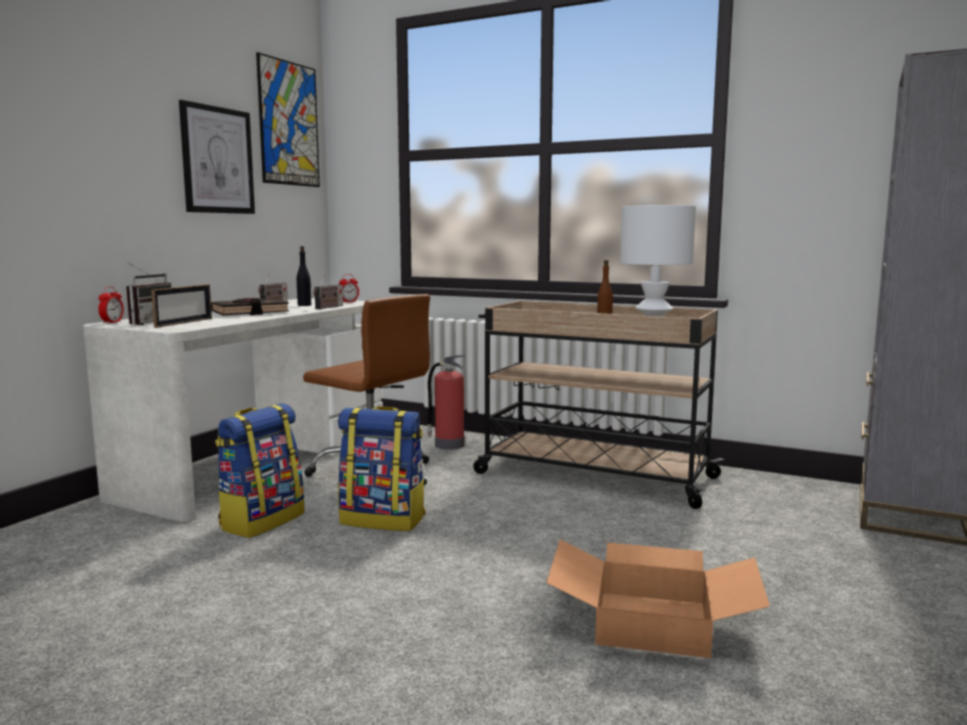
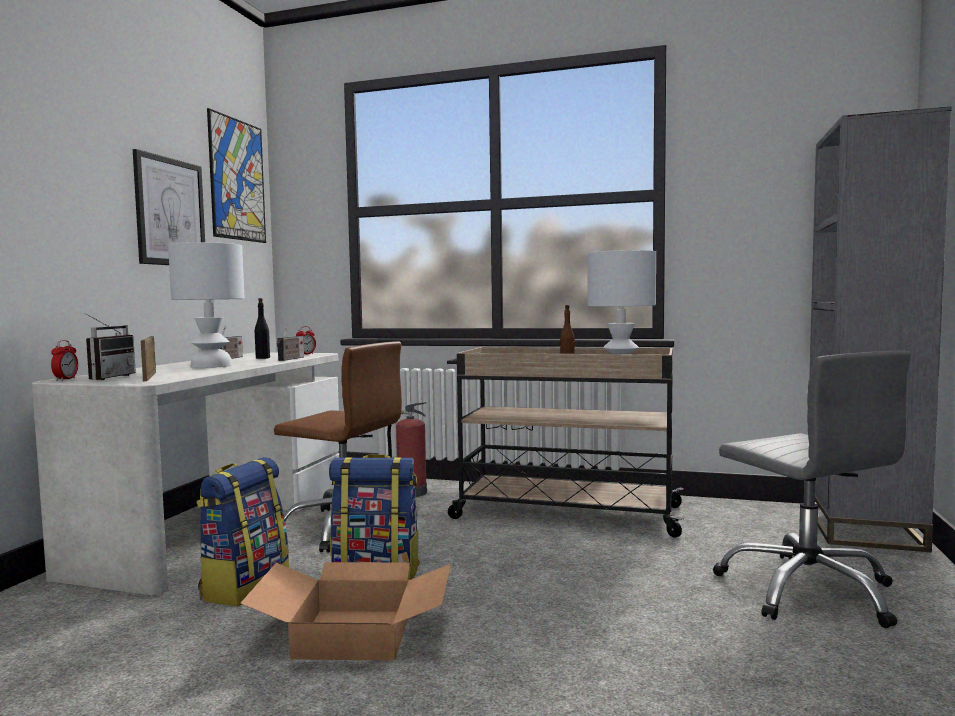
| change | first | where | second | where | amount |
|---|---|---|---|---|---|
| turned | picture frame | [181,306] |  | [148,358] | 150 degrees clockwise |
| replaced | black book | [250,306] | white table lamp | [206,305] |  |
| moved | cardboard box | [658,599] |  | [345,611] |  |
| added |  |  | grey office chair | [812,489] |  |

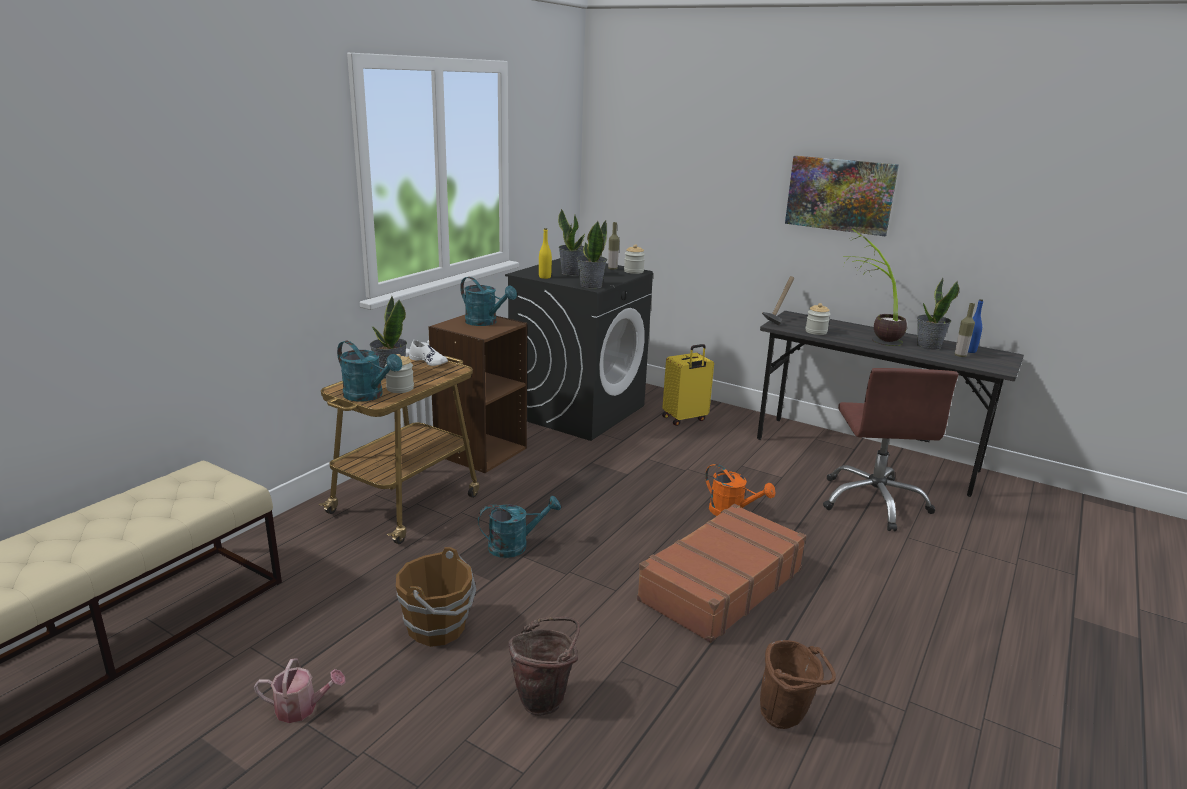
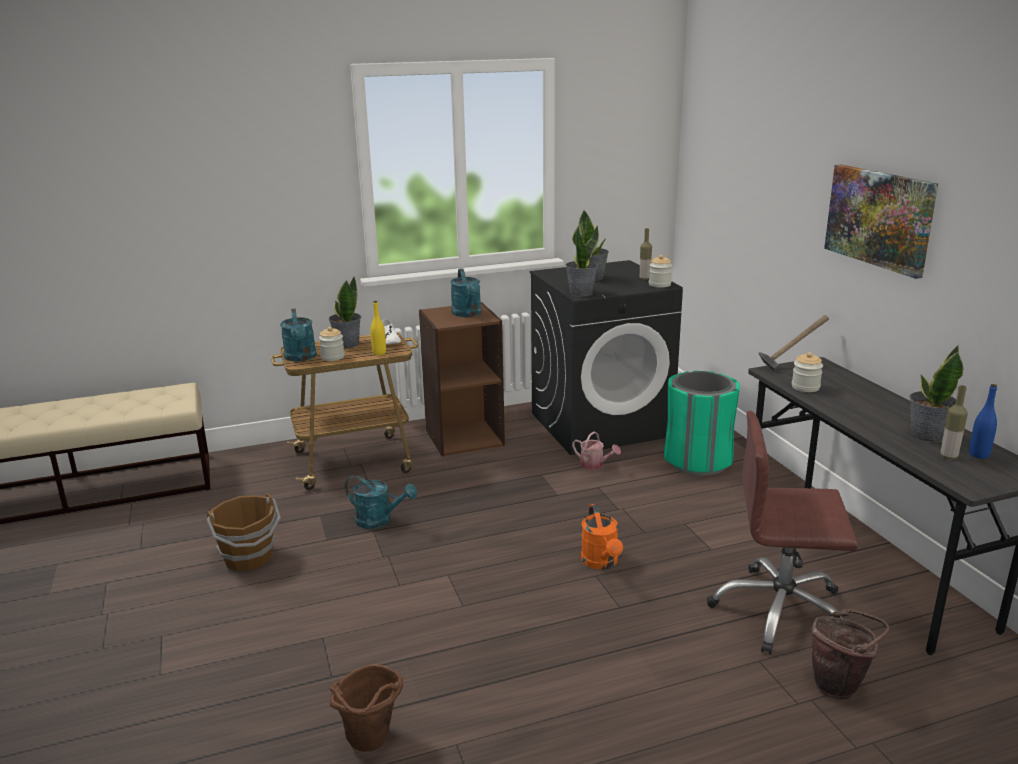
| change | first | where | second | where | amount |
|---|---|---|---|---|---|
| moved | yellow bottle | [545,253] |  | [378,328] |  |
| removed | potted plant | [875,287] |  |  |  |
| replaced | yellow suitcase | [688,385] | green trash can | [702,423] |  |
| turned | brown office chair | [891,449] |  | [782,533] | 60 degrees clockwise |
| removed | brown suitcase | [721,573] |  |  |  |
| moved | brown bucket | [544,666] |  | [850,654] |  |
| moved | watering can | [299,690] |  | [596,451] |  |

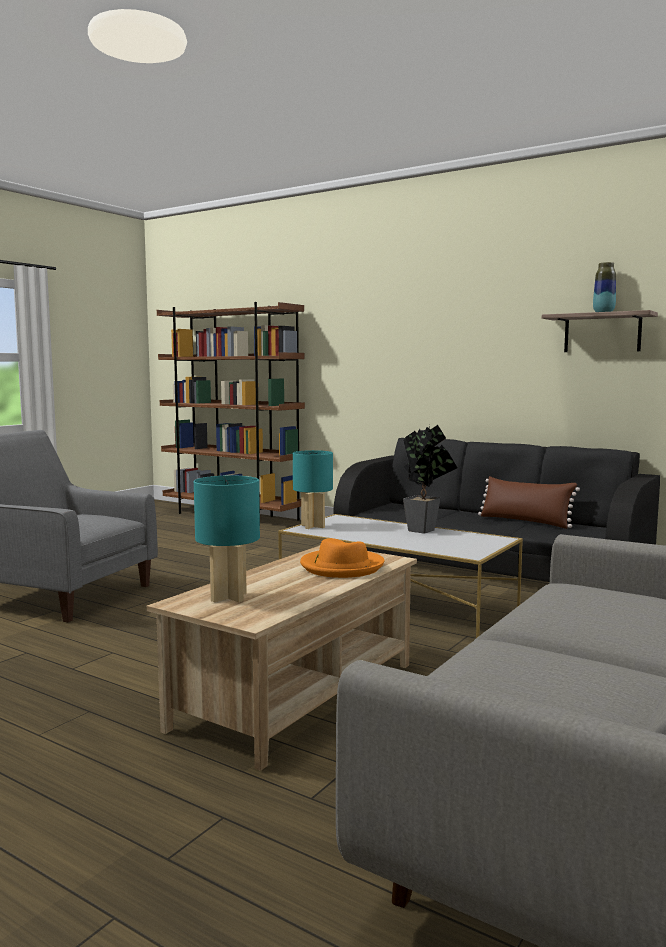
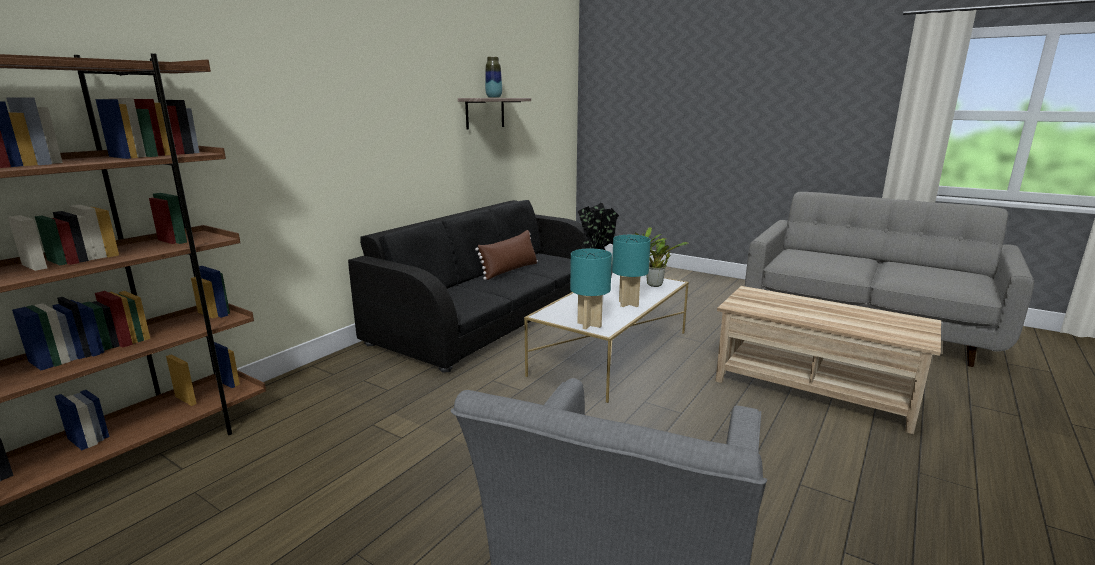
| change | first | where | second | where | amount |
|---|---|---|---|---|---|
| moved | turquoise table lamp | [227,538] |  | [631,271] |  |
| removed | orange hat | [342,558] |  |  |  |
| added |  |  | potted plant | [659,257] |  |

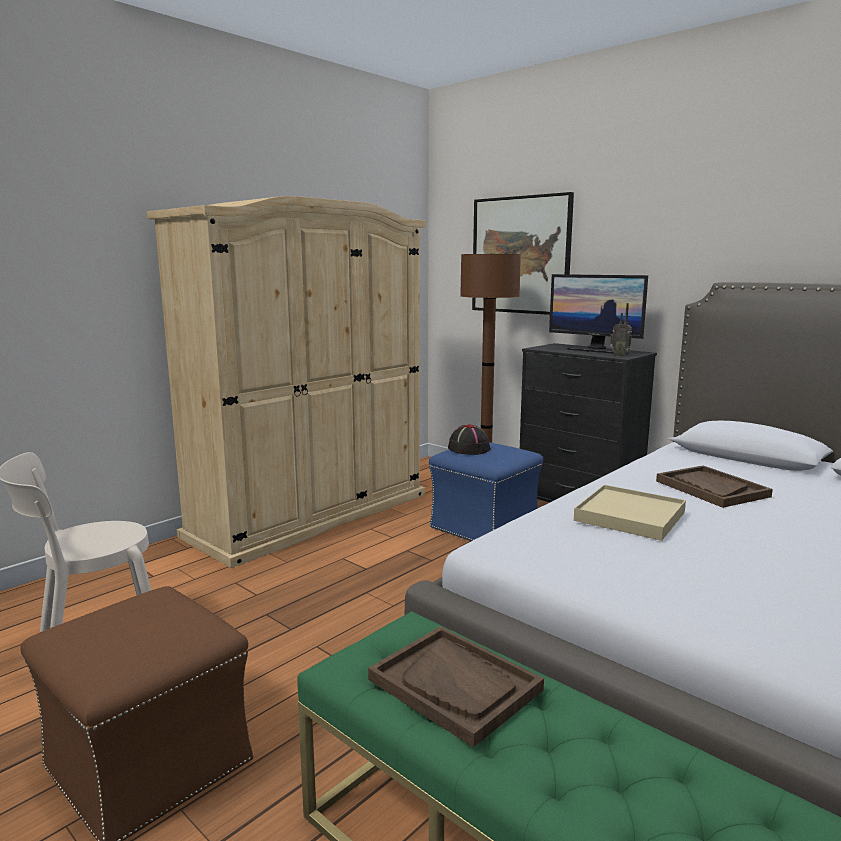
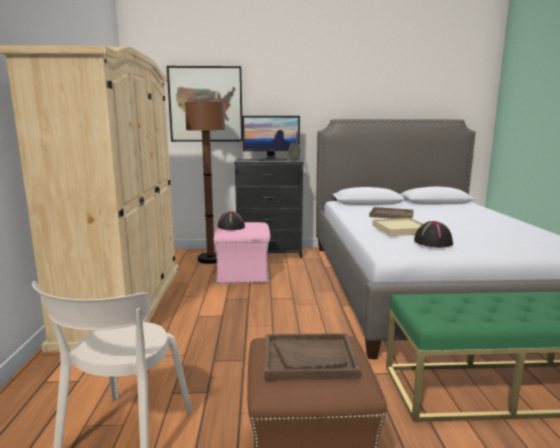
| change | first | where | second | where | amount |
|---|---|---|---|---|---|
| recoloured | blue ottoman | [486,491] | pink ottoman | [242,253] |  |
| moved | brown tray | [456,687] |  | [312,356] |  |
| added |  |  | black hat | [433,234] |  |

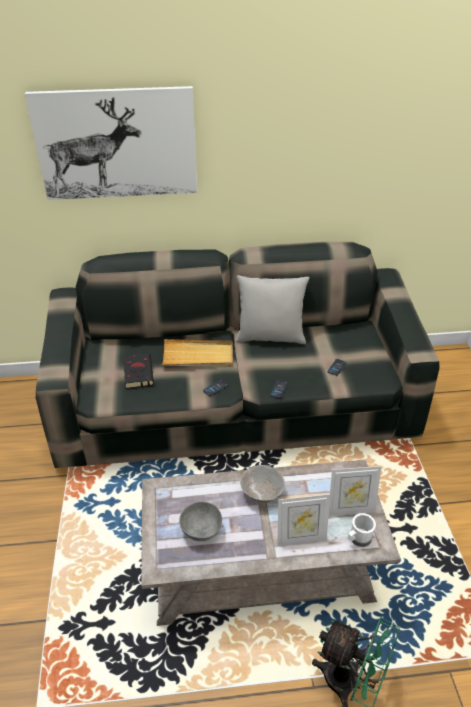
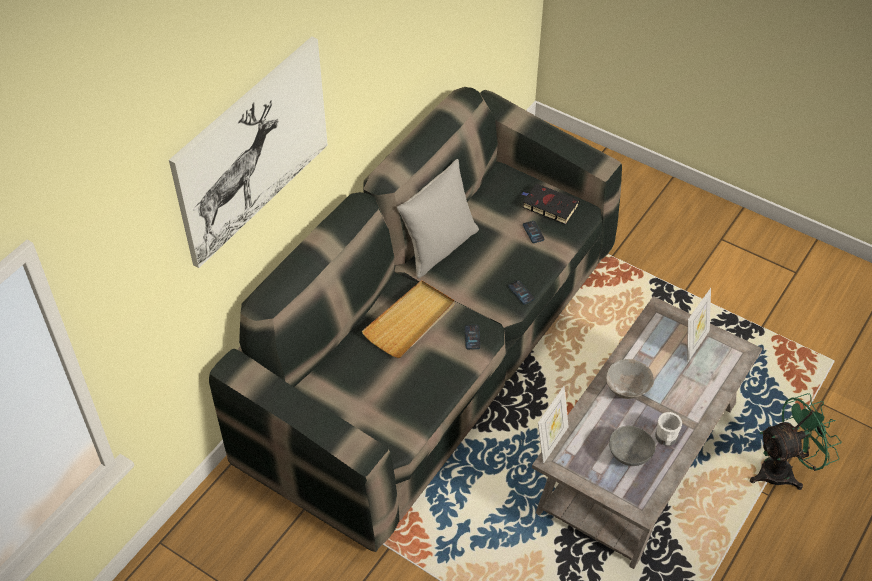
| change | first | where | second | where | amount |
|---|---|---|---|---|---|
| moved | black book | [138,370] |  | [550,204] |  |
| moved | picture frame | [303,520] |  | [553,425] |  |
| moved | white mug | [362,530] |  | [668,429] |  |

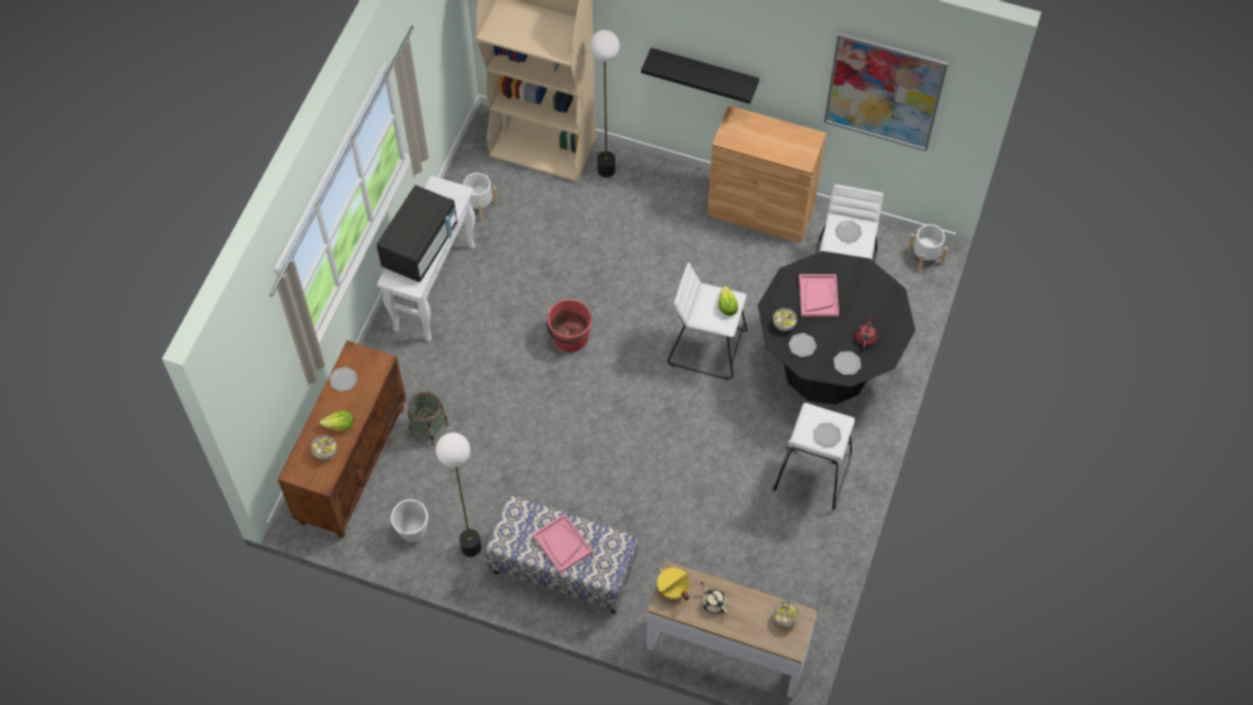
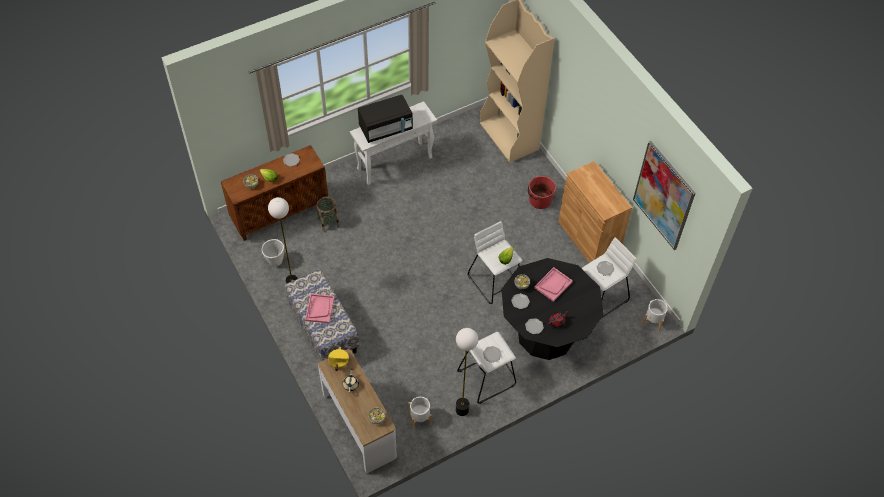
| change | first | where | second | where | amount |
|---|---|---|---|---|---|
| moved | floor lamp | [604,104] |  | [467,372] |  |
| removed | black shelf | [700,76] |  |  |  |
| moved | white planter | [480,197] |  | [420,413] |  |
| moved | red bucket | [569,325] |  | [542,192] |  |

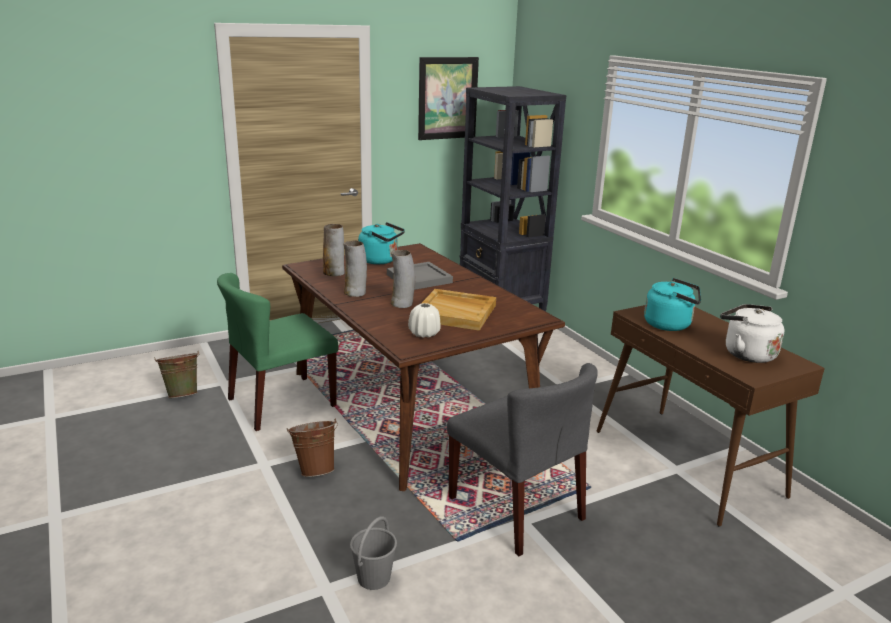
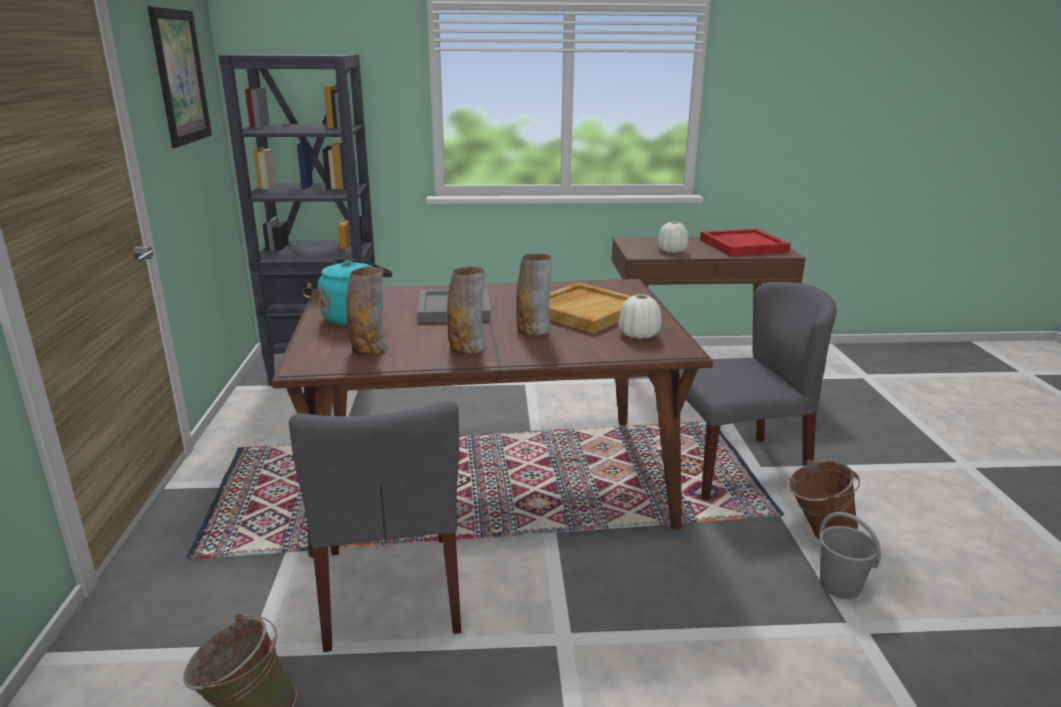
| change | first | where | second | where | amount |
|---|---|---|---|---|---|
| recoloured | green chair | [278,352] | grey chair | [375,526] |  |
| replaced | turquoise kettle | [672,304] | white vase | [673,237] |  |
| replaced | white kettle | [752,333] | red tray | [745,243] |  |
| moved | brown bucket | [312,448] |  | [824,499] |  |

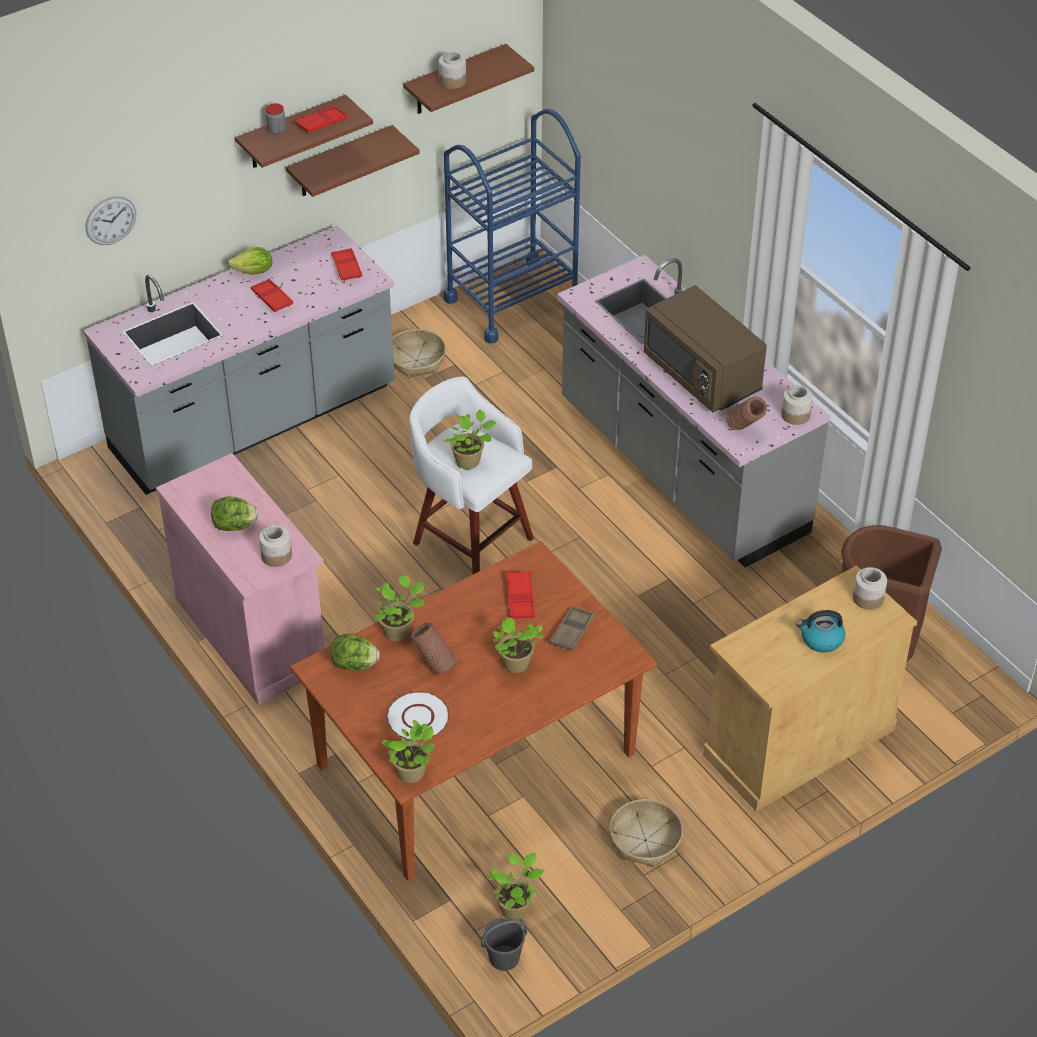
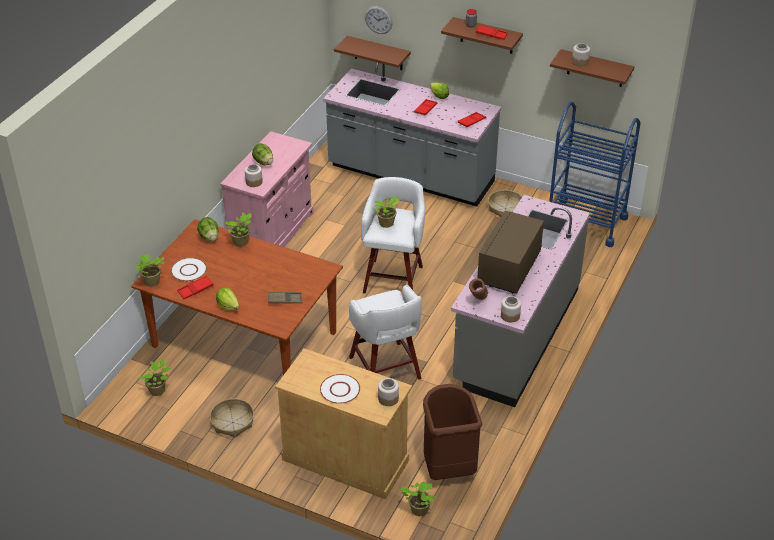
| change | first | where | second | where | amount |
|---|---|---|---|---|---|
| moved | brown shelf | [352,161] |  | [372,53] |  |
| moved | red tray | [521,594] |  | [195,287] |  |
| replaced | kettle | [820,631] | white plate | [340,389] |  |
| moved | potted plant | [518,645] |  | [417,498] |  |
| removed | brown vase | [433,648] |  |  |  |
| removed | grey bucket | [504,944] |  |  |  |
| added |  |  | white stool | [385,332] |  |
| added |  |  | lettuce | [227,299] |  |

